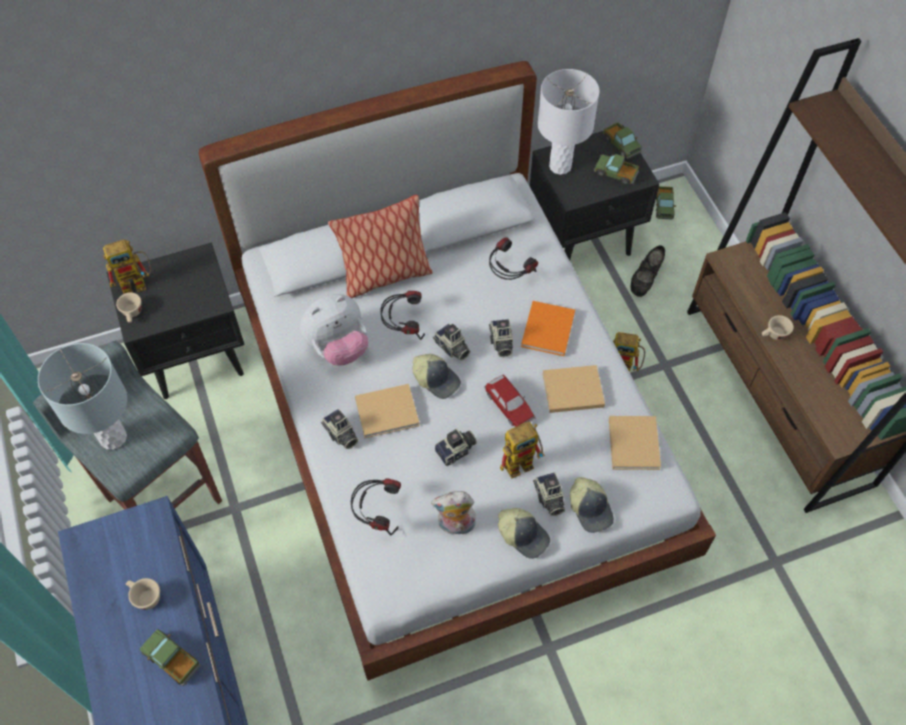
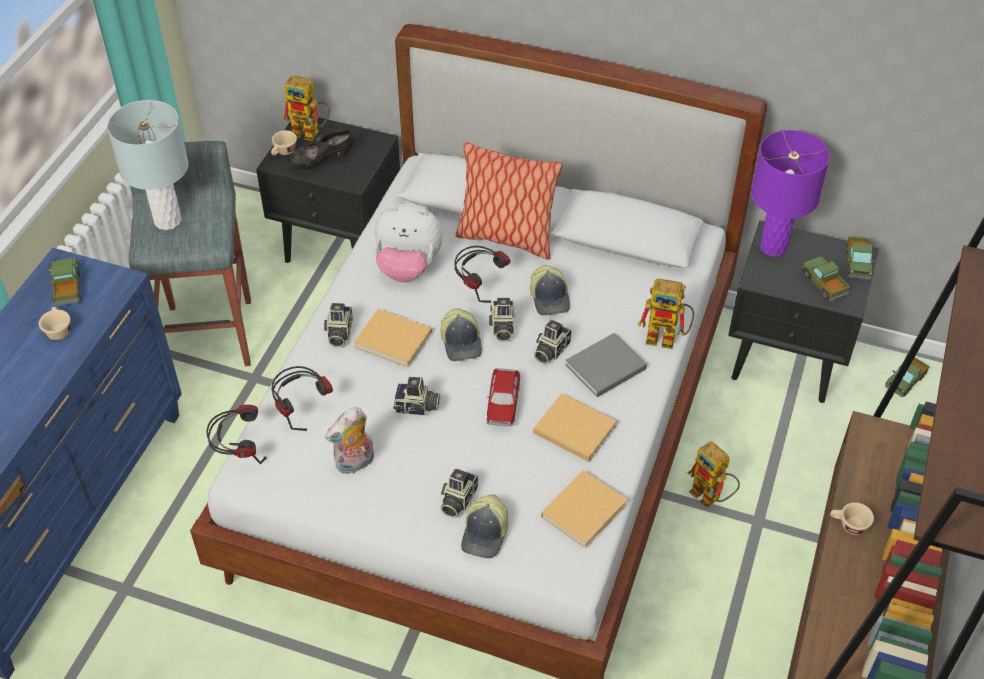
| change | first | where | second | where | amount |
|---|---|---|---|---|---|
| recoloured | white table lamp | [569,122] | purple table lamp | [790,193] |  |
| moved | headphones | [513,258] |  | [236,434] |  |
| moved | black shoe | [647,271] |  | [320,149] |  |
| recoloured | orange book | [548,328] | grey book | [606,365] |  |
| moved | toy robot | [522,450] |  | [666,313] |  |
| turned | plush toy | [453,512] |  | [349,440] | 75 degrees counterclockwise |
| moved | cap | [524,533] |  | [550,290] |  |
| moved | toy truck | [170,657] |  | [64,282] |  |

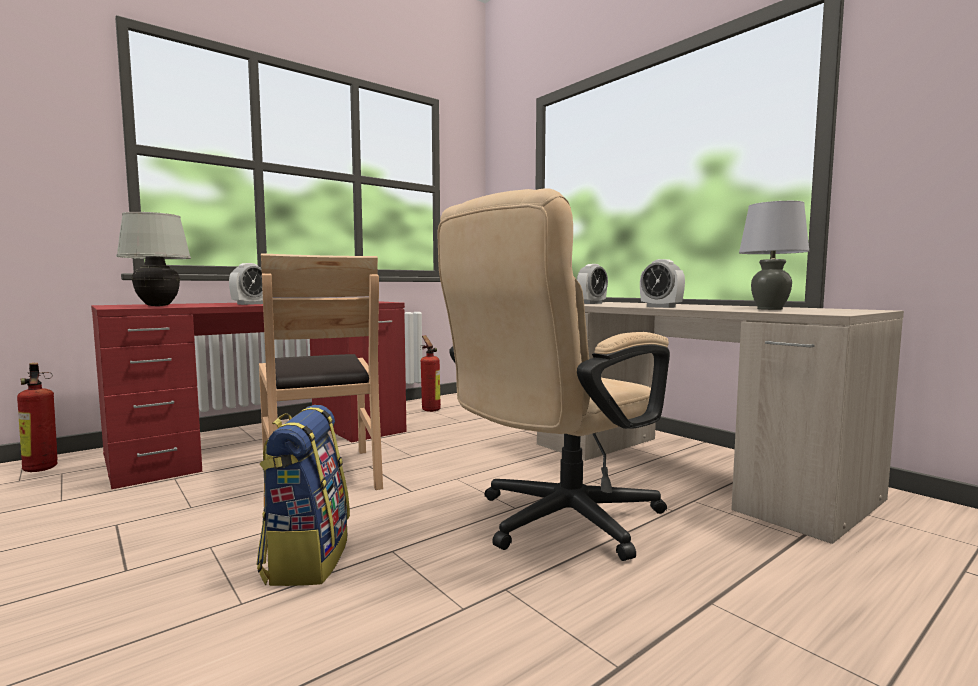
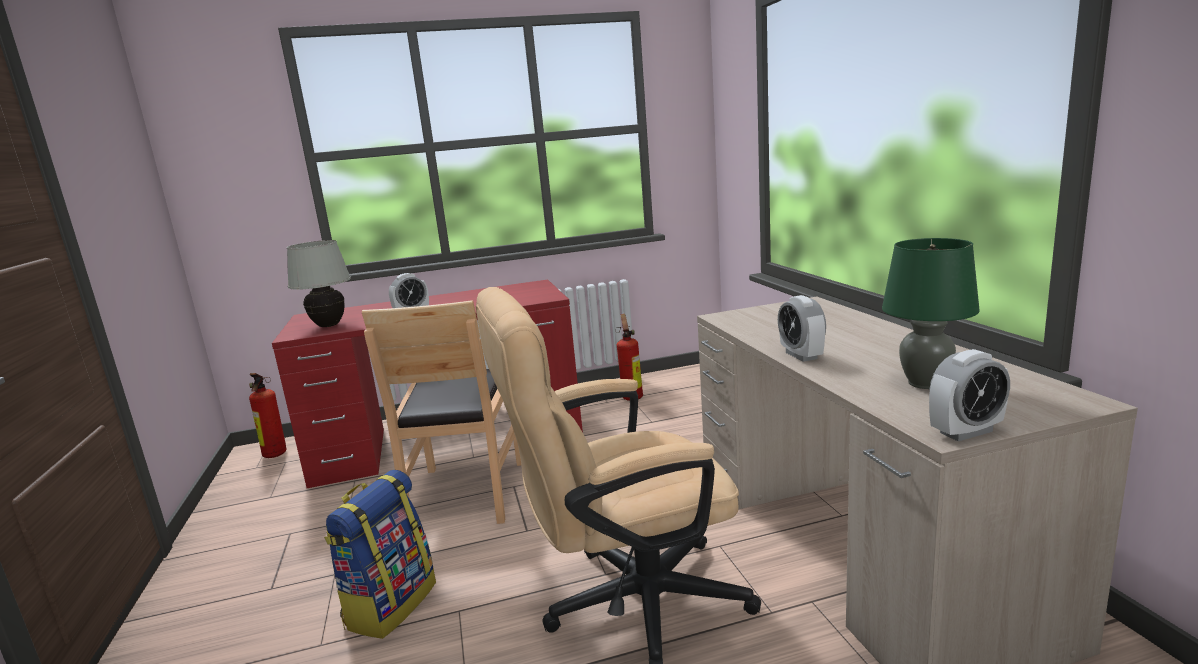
| change | first | where | second | where | amount |
|---|---|---|---|---|---|
| recoloured | grey table lamp | [774,255] | green table lamp | [931,313] |  |
| moved | alarm clock | [592,284] |  | [969,395] |  |

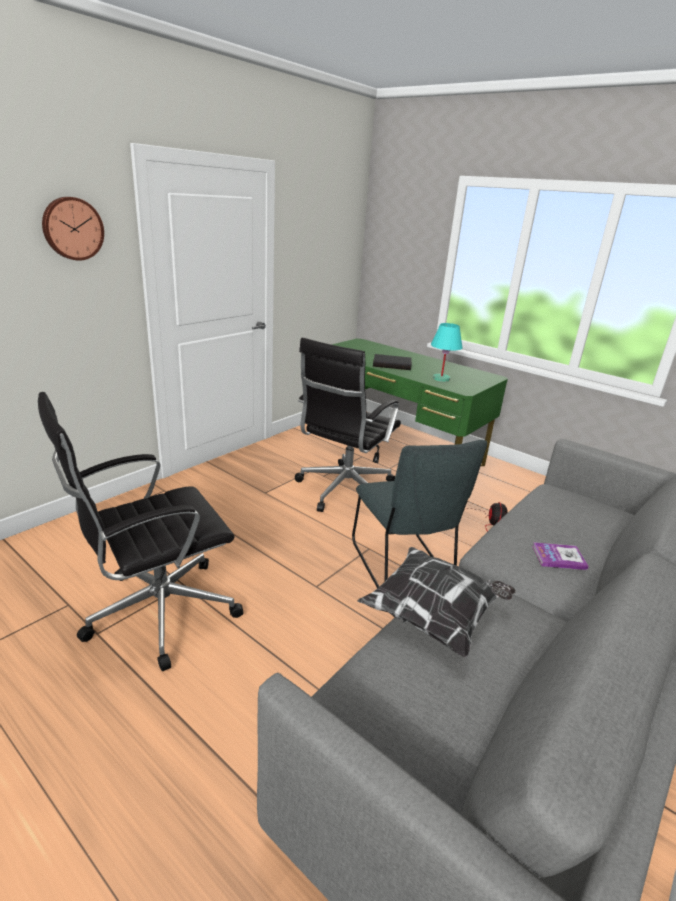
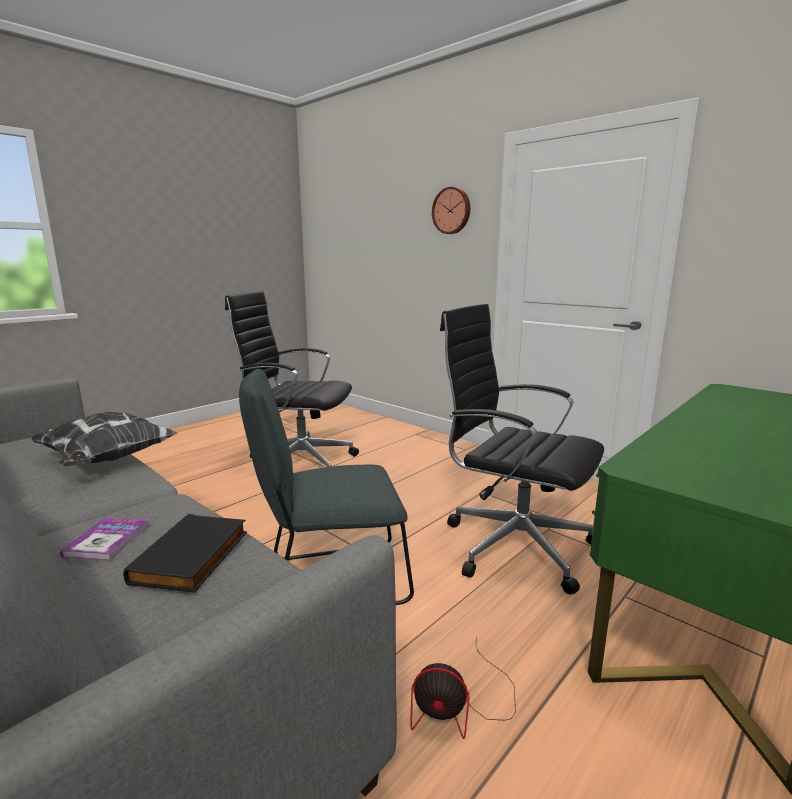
| change | first | where | second | where | amount |
|---|---|---|---|---|---|
| removed | turquoise table lamp | [446,352] |  |  |  |
| moved | black book | [392,362] |  | [185,553] |  |
| turned | black office chair | [140,531] |  | [292,379] | 45 degrees counterclockwise |

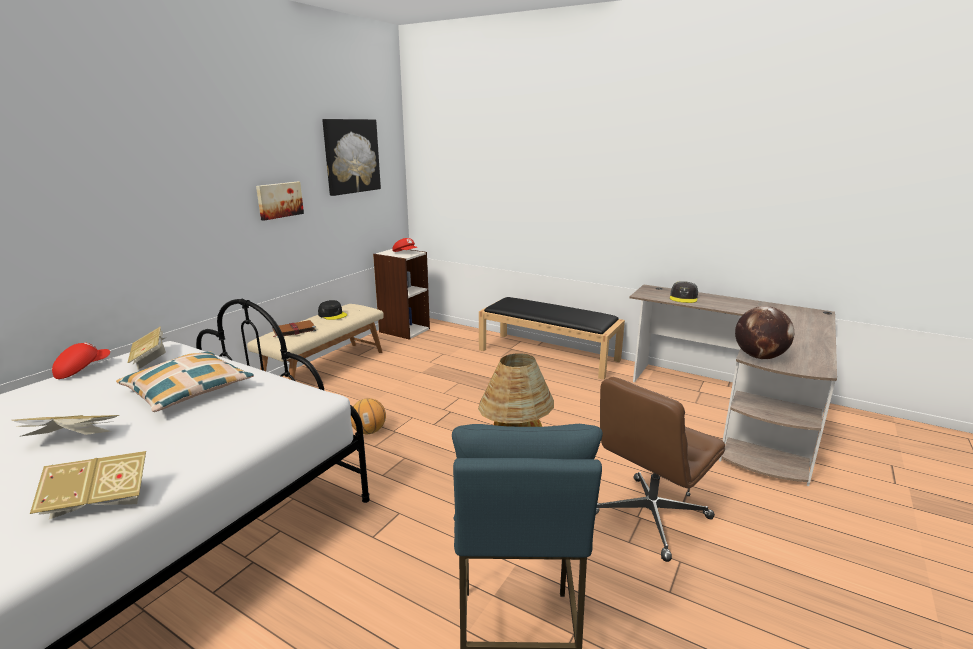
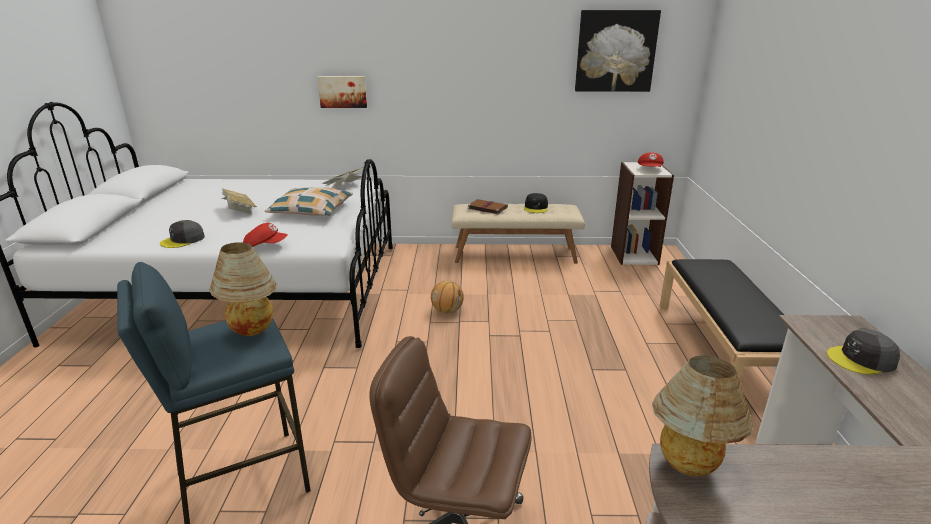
| change | first | where | second | where | amount |
|---|---|---|---|---|---|
| moved | picture | [280,201] |  | [342,92] |  |
| replaced | globe | [764,332] | table lamp | [702,416] |  |
| moved | red cap | [81,360] |  | [265,235] |  |
| replaced | book | [88,485] | grey cap | [182,234] |  |

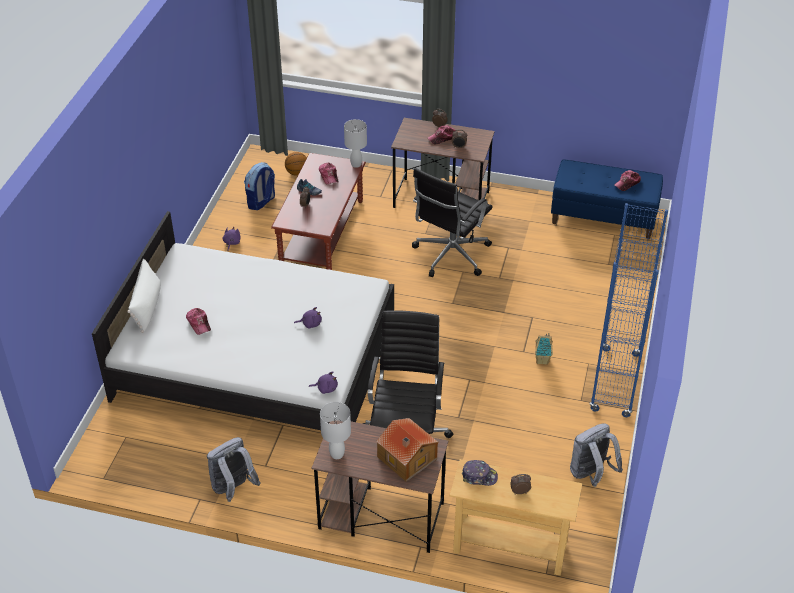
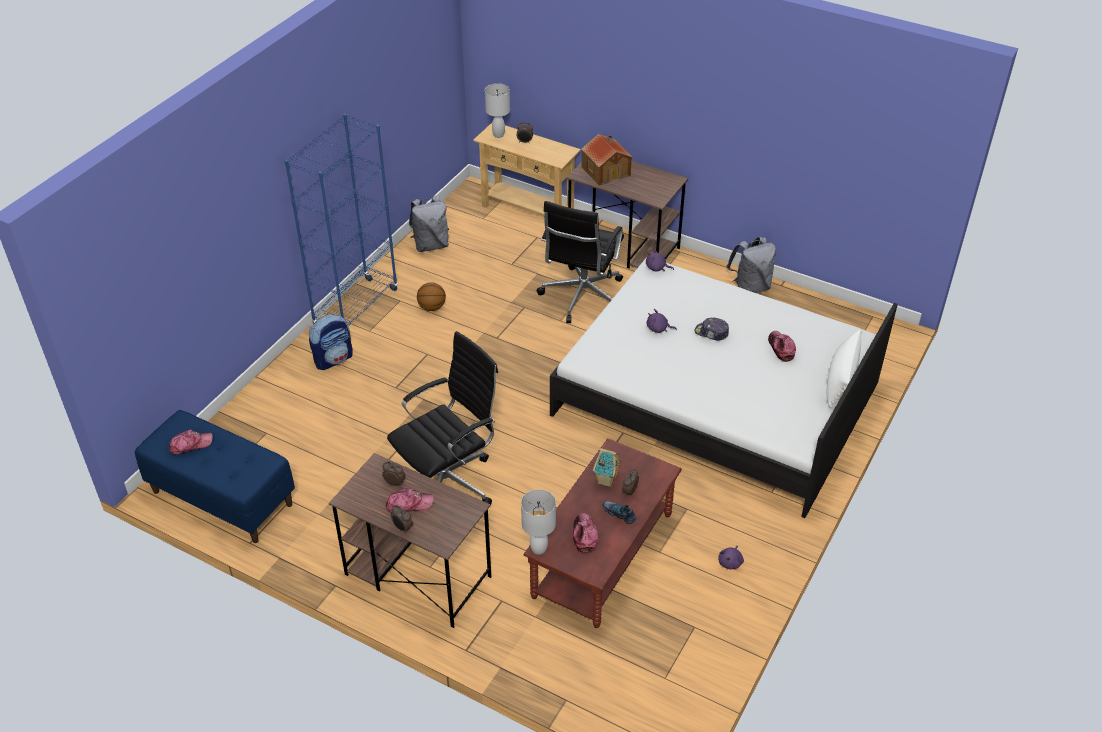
| change | first | where | second | where | amount |
|---|---|---|---|---|---|
| moved | basketball | [296,164] |  | [431,296] |  |
| moved | backpack | [259,186] |  | [331,342] |  |
| moved | toy house | [544,349] |  | [607,467] |  |
| moved | white table lamp | [335,430] |  | [497,110] |  |
| moved | cap | [480,473] |  | [712,328] |  |

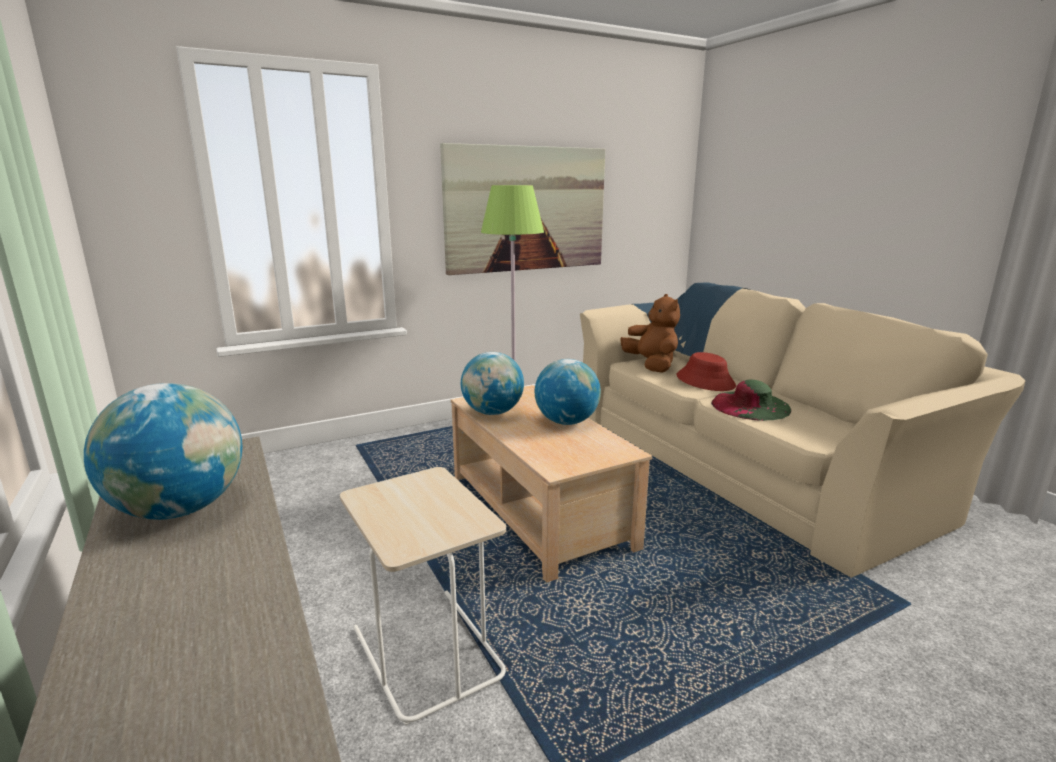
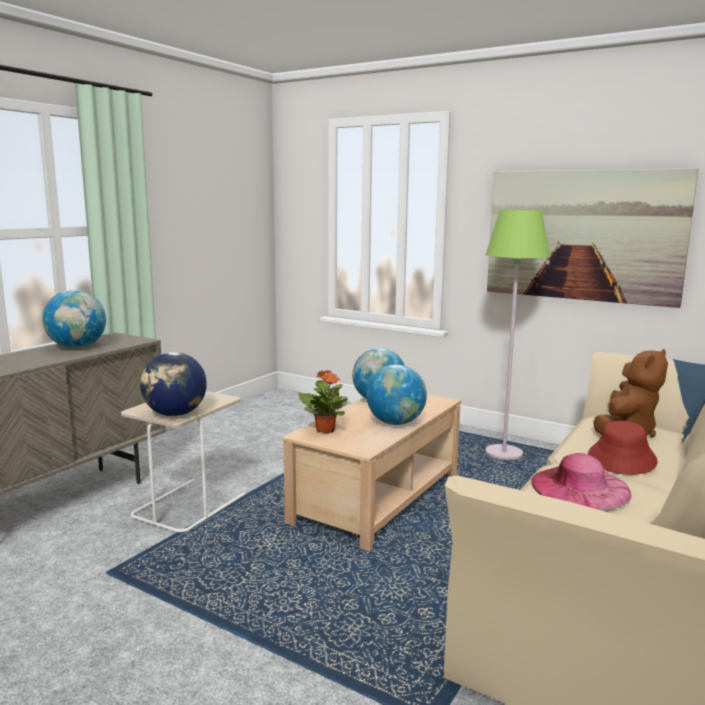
| change | first | where | second | where | amount |
|---|---|---|---|---|---|
| recoloured | green hat | [751,400] | pink hat | [581,481] |  |
| added |  |  | globe | [173,384] |  |
| added |  |  | potted plant | [323,401] |  |

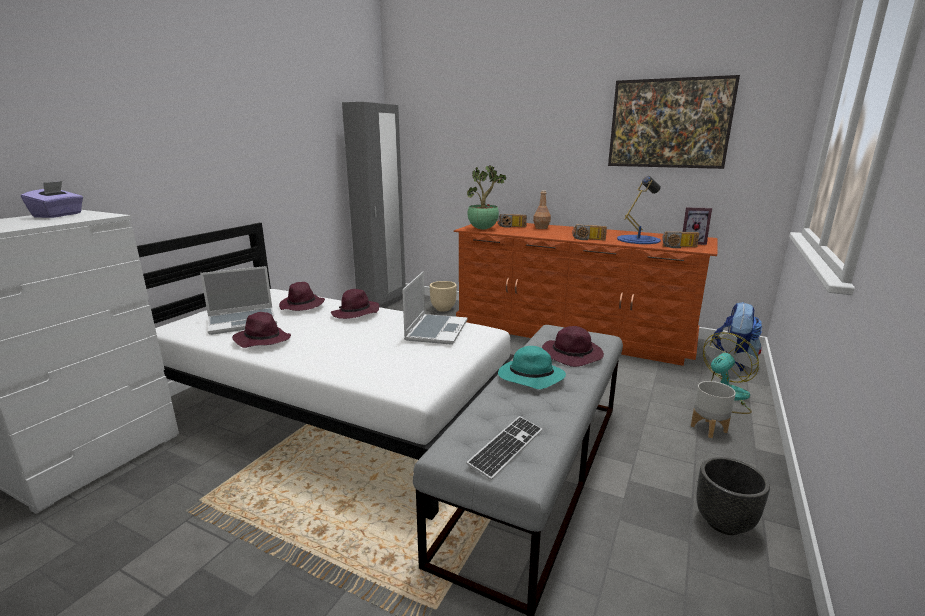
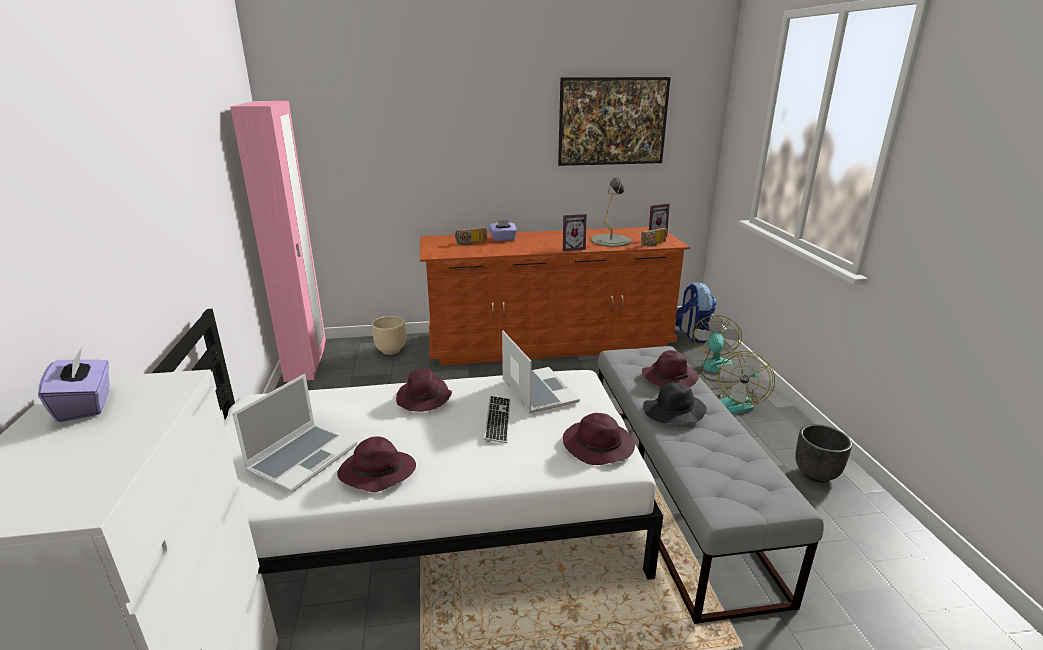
| change | first | where | second | where | amount |
|---|---|---|---|---|---|
| recoloured | grey wardrobe | [374,205] | pink wardrobe | [278,241] |  |
| removed | potted plant | [486,197] |  |  |  |
| recoloured | blue table lamp | [639,210] | grey table lamp | [611,212] |  |
| replaced | brown bottle | [542,209] | purple tissue box | [503,230] |  |
| replaced | radio | [589,232] | picture frame | [575,233] |  |
| moved | purple hat | [302,296] |  | [599,439] |  |
| recoloured | turquoise hat | [532,367] | black hat | [675,403] |  |
| replaced | grey planter | [713,409] | fan | [742,382] |  |
| moved | keyboard | [504,448] |  | [497,419] |  |

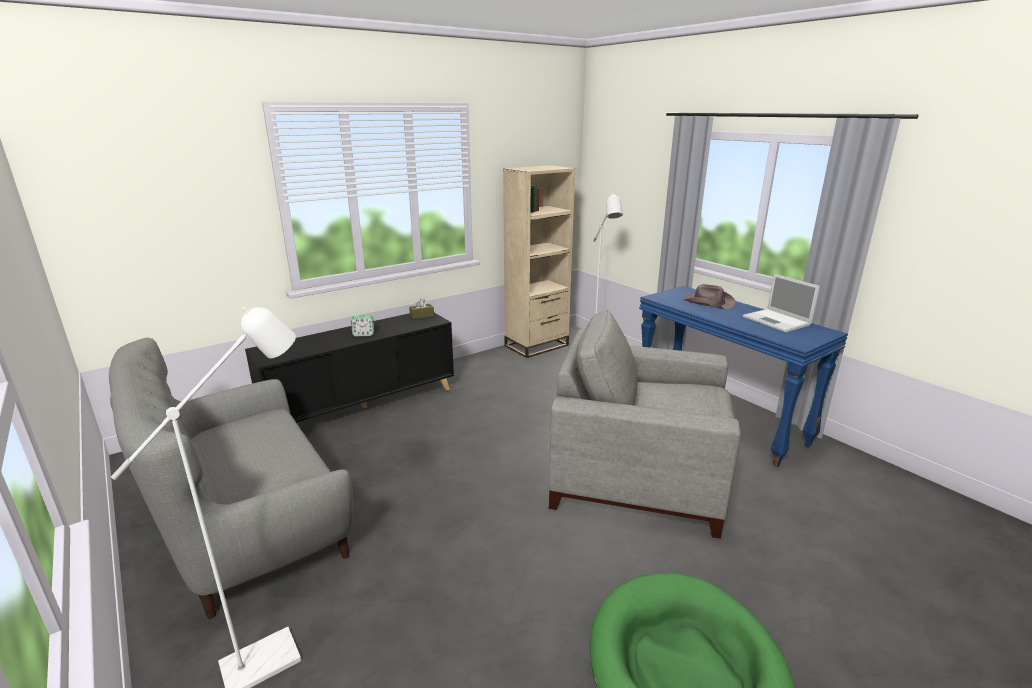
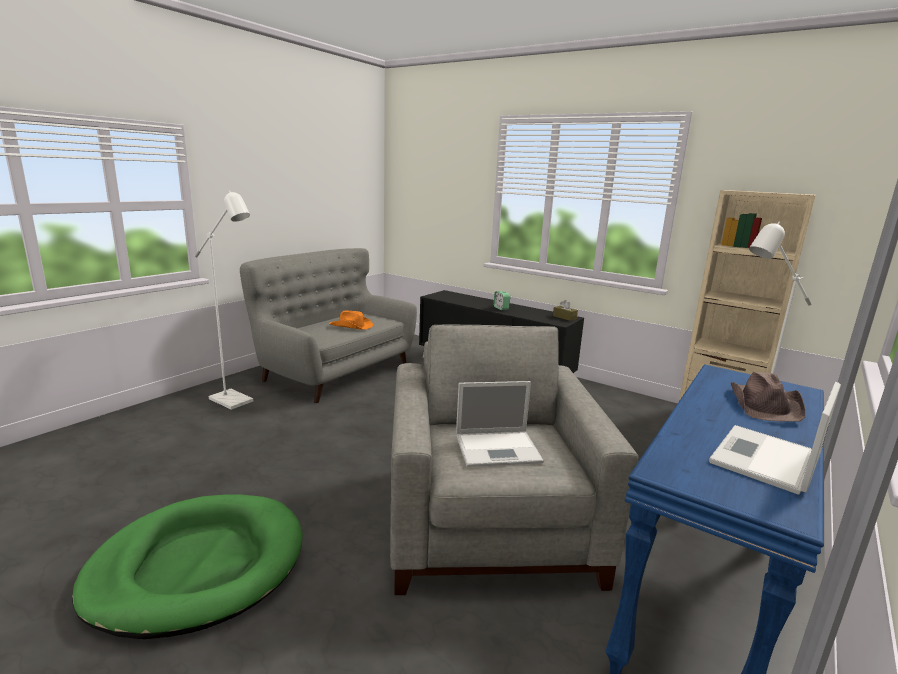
| change | first | where | second | where | amount |
|---|---|---|---|---|---|
| added |  |  | orange hat | [351,320] |  |
| added |  |  | laptop | [500,424] |  |

